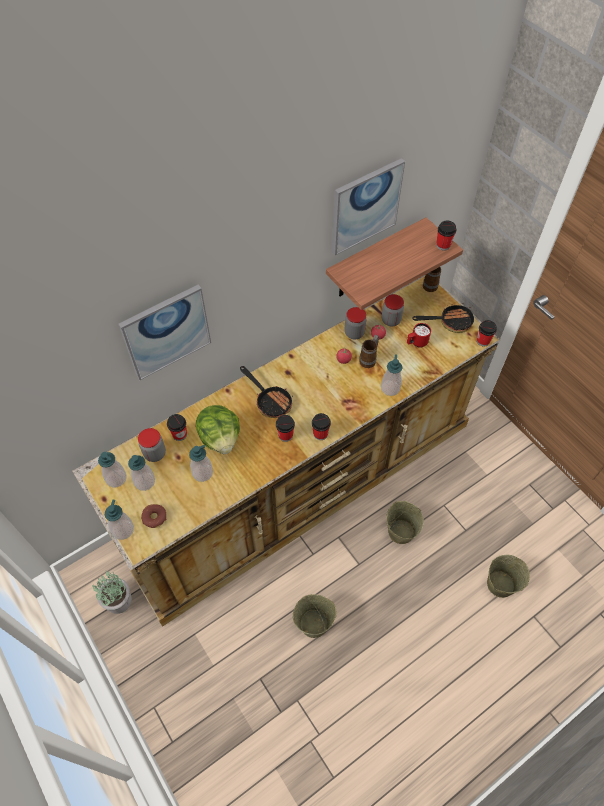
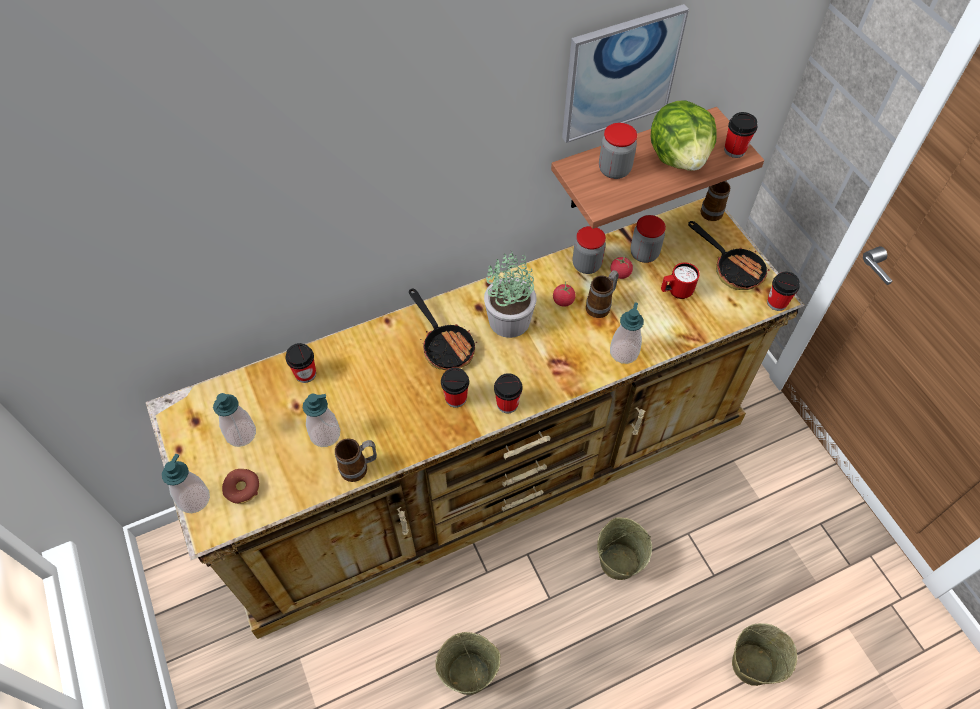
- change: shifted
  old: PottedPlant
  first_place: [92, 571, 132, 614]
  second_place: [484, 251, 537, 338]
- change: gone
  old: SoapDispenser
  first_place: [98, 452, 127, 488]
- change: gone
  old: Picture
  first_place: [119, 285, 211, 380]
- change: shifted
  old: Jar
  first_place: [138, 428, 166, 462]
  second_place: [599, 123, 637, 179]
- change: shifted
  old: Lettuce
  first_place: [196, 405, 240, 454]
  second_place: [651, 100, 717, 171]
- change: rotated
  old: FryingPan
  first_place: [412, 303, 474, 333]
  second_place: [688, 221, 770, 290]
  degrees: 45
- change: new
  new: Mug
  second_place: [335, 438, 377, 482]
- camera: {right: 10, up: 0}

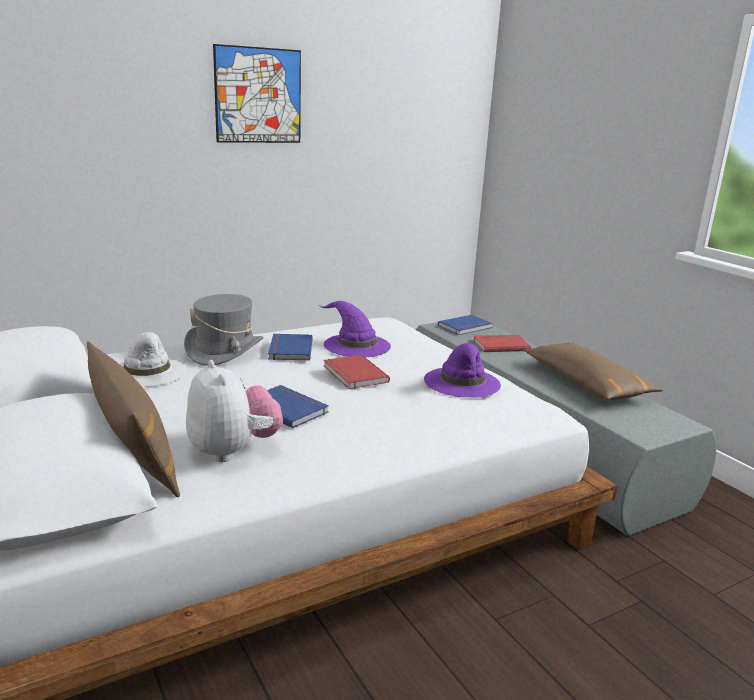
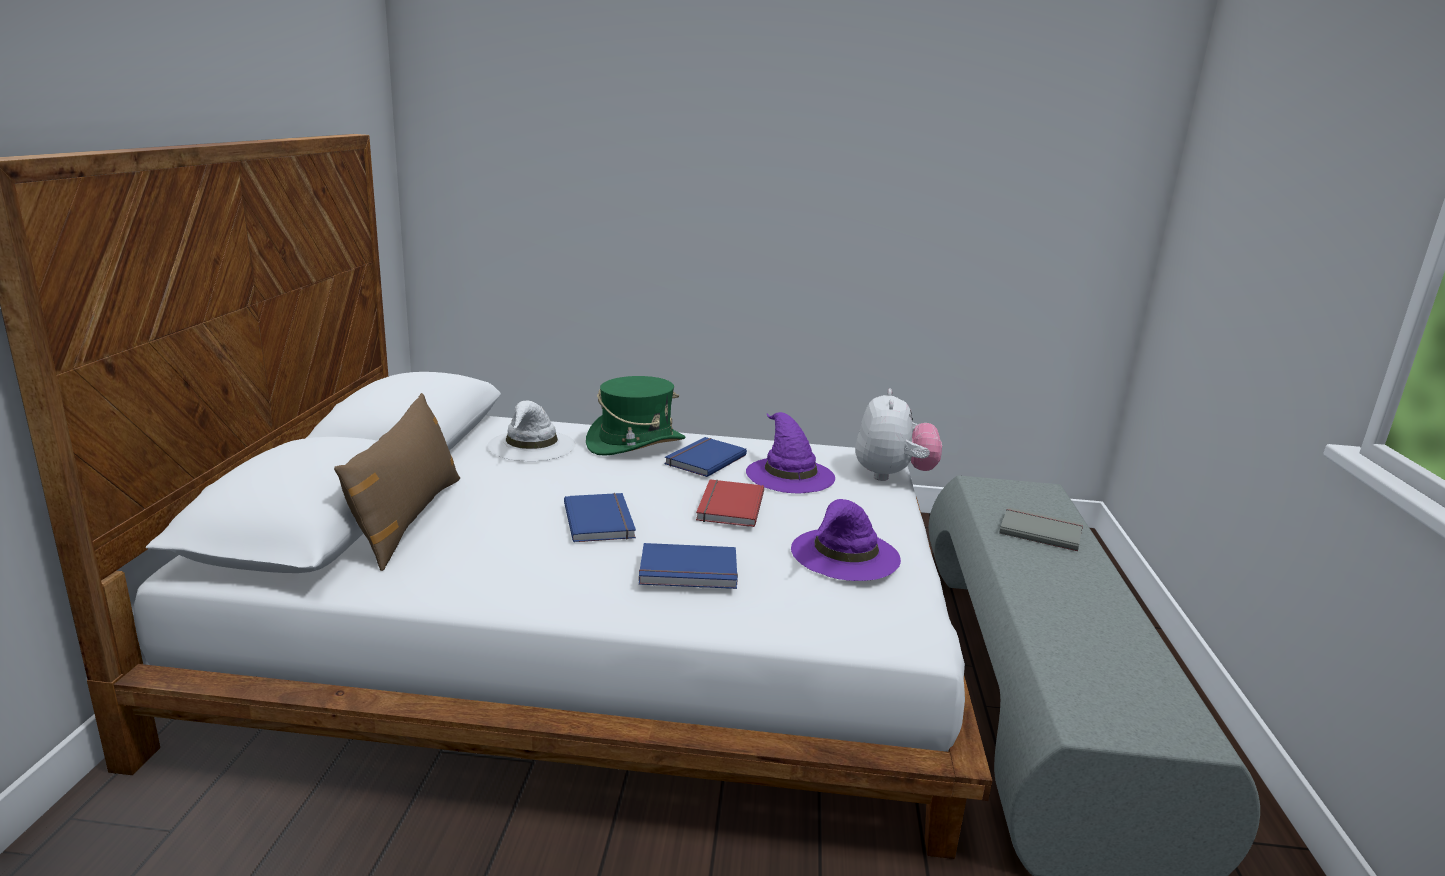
- change: repainted
  old: GreyHat
  new: GreenHat
  first_place: [184, 294, 264, 366]
  second_place: [586, 376, 686, 456]
- change: shifted
  old: PlushToy
  first_place: [186, 360, 283, 462]
  second_place: [855, 389, 942, 481]
- change: gone
  old: Picture
  first_place: [213, 44, 301, 143]
- change: shifted
  old: BlueBook
  first_place: [438, 315, 493, 335]
  second_place: [639, 543, 738, 589]
- change: repainted
  old: RedBook
  new: GreyBook
  first_place: [473, 335, 531, 352]
  second_place: [999, 507, 1083, 551]
- change: gone
  old: BrownPillow
  first_place: [524, 343, 663, 400]
- camera: {right: 35, up: 0}

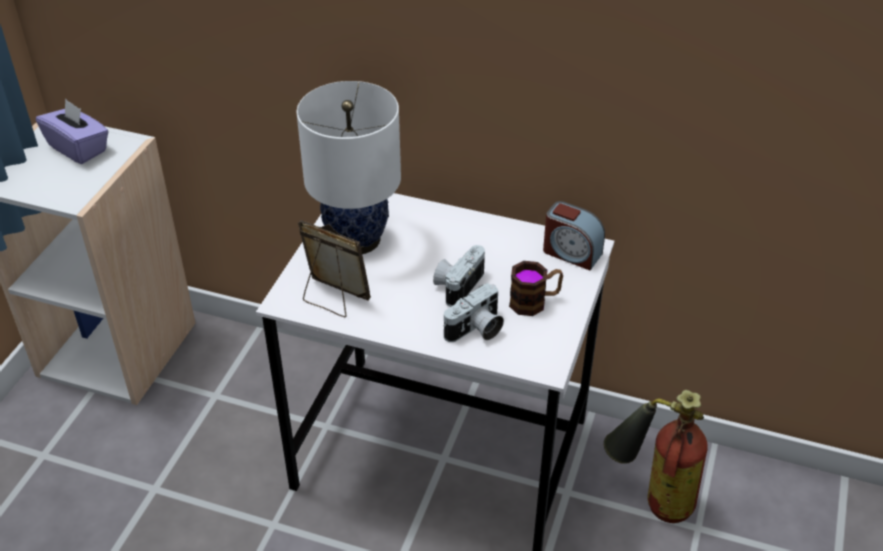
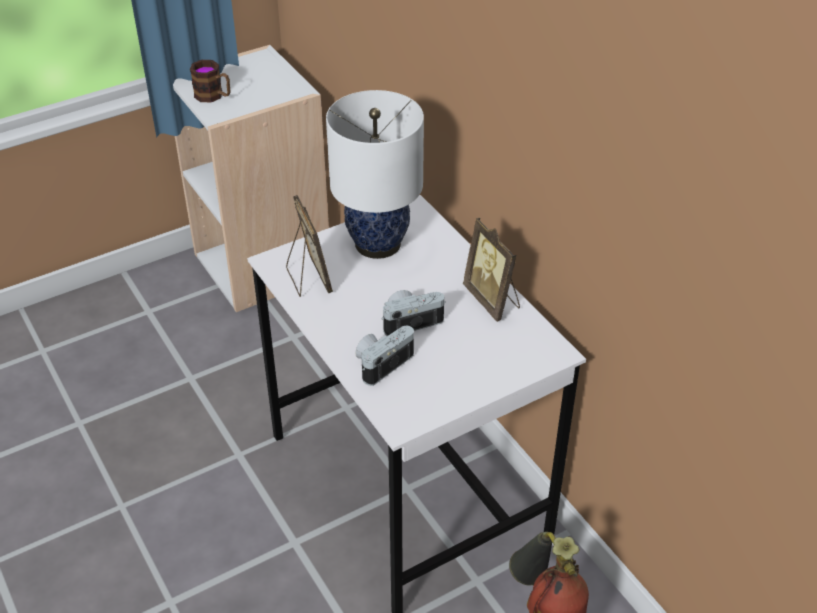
- change: gone
  old: PurpleTissueBox
  first_place: [36, 98, 109, 164]
- change: rotated
  old: PhotoCamera
  first_place: [444, 283, 504, 342]
  second_place: [355, 326, 414, 386]
  degrees: 135
- change: shifted
  old: Mug
  first_place: [509, 261, 563, 316]
  second_place: [190, 60, 230, 102]
- change: gone
  old: AlarmClock
  first_place: [543, 201, 605, 270]
- change: new
  new: PictureFrame
  second_place: [463, 218, 520, 322]
- camera: {right: 40, up: 0}

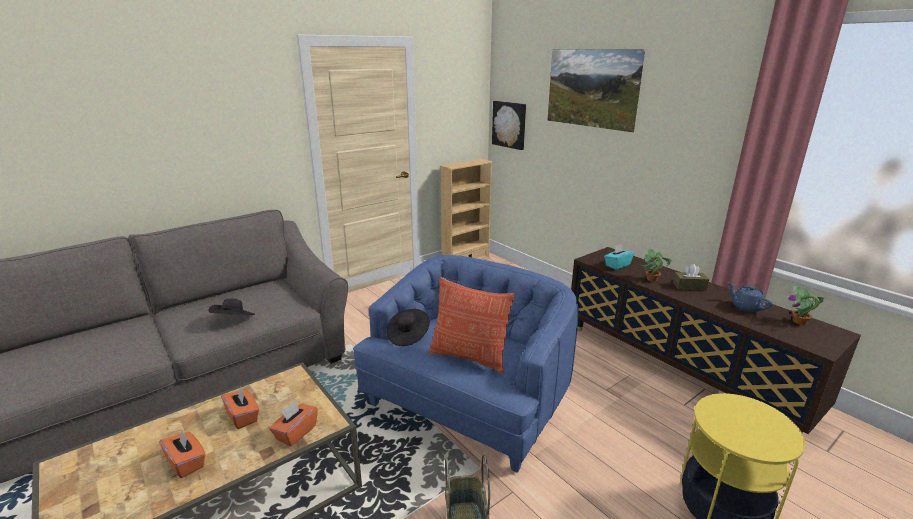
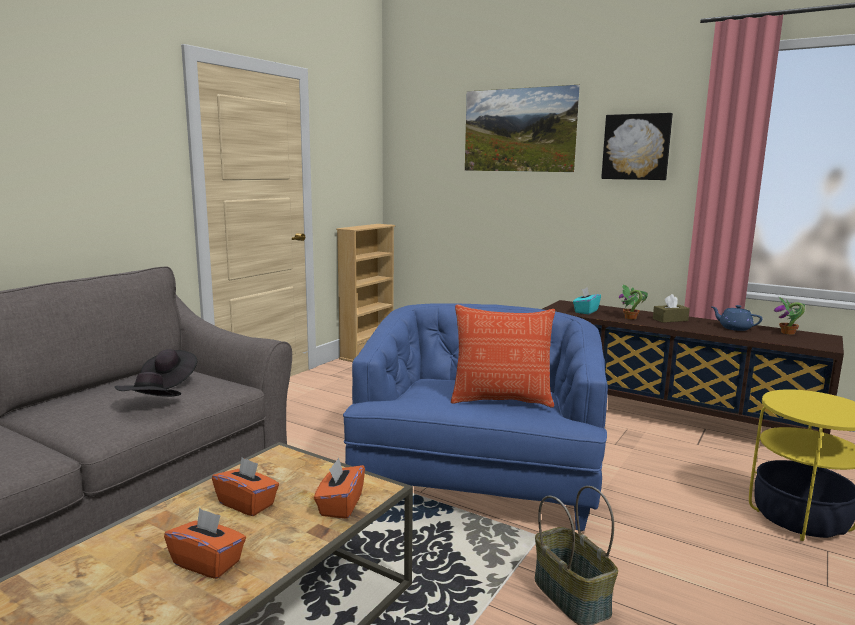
- change: shifted
  old: BlackHat
  first_place: [387, 309, 430, 346]
  second_place: [140, 349, 197, 389]
- change: shifted
  old: Picture
  first_place: [492, 101, 526, 150]
  second_place: [601, 113, 673, 180]
- camera: {right: -20, up: -10}

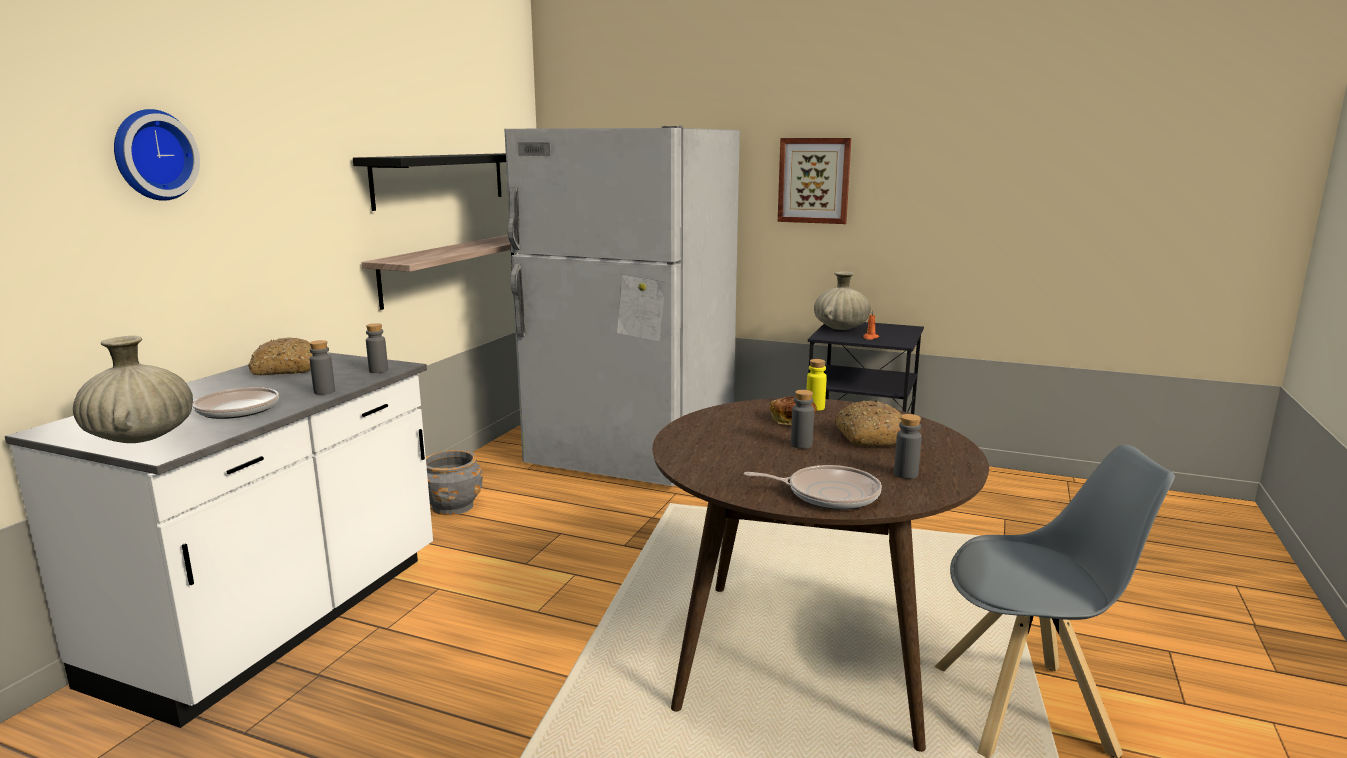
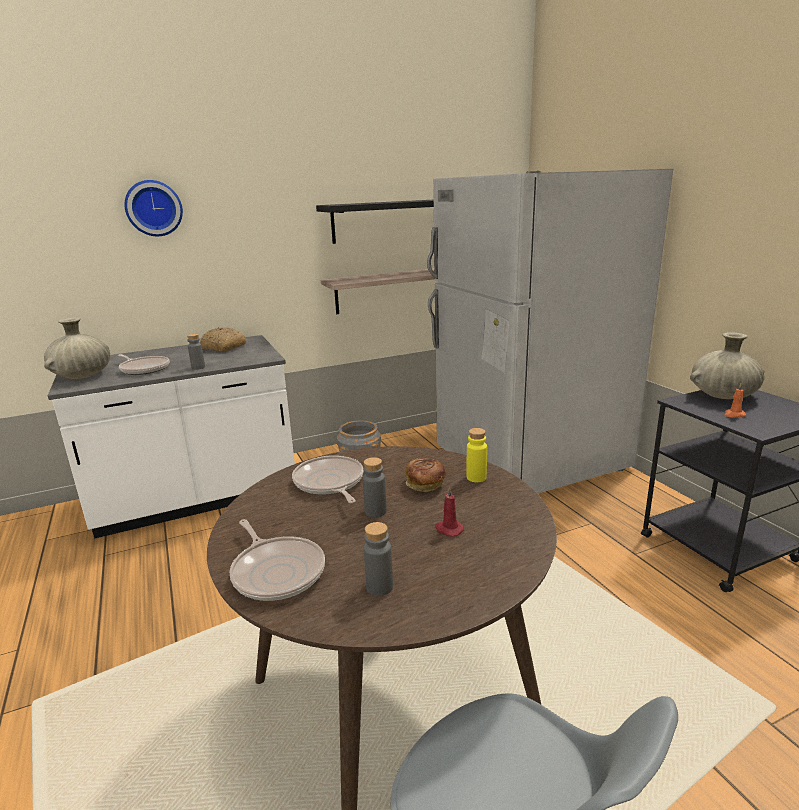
- change: gone
  old: GreyBottle
  first_place: [366, 323, 388, 373]
- change: gone
  old: Picture
  first_place: [778, 138, 851, 224]
- change: swapped
  old: Bread
  new: RedCandle
  first_place: [835, 401, 902, 447]
  second_place: [435, 486, 464, 537]
- change: new
  new: FryingPan
  second_place: [292, 455, 363, 503]
- camera: {right: 45, up: 5}

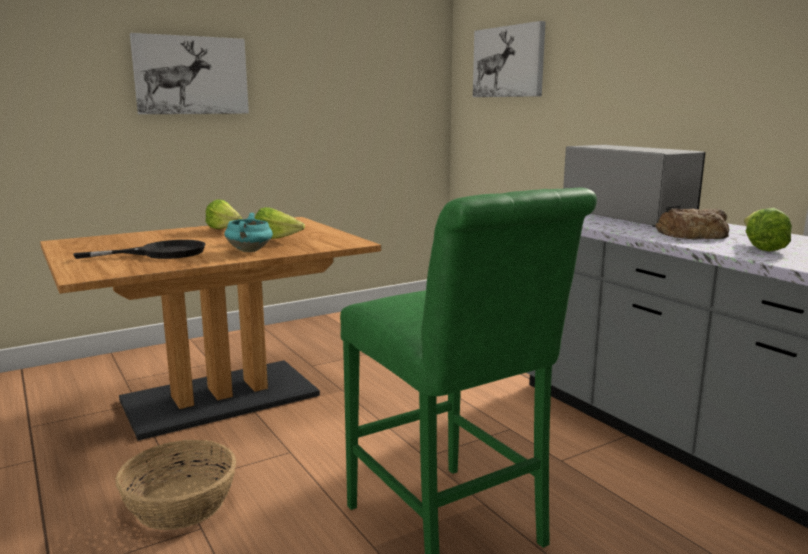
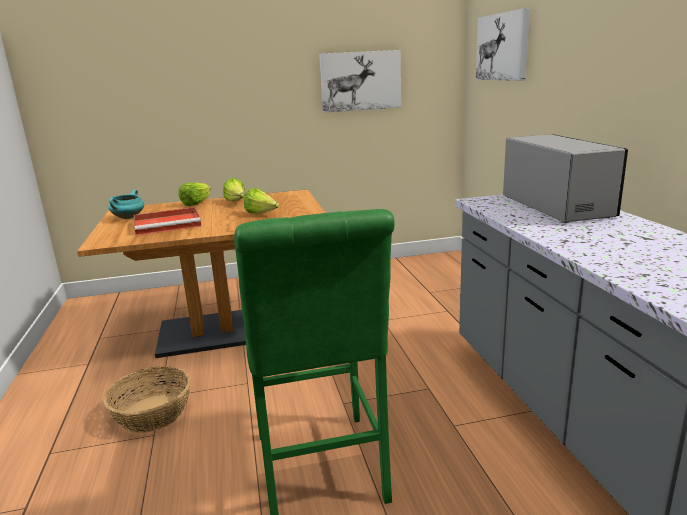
- change: swapped
  old: BlackFryingPan
  new: RedTray
  first_place: [73, 240, 206, 259]
  second_place: [134, 207, 201, 236]
- change: shifted
  old: Picture
  first_place: [130, 33, 249, 114]
  second_place: [319, 50, 401, 113]
- change: shifted
  old: TurquoiseCookingPot
  first_place: [224, 213, 273, 252]
  second_place: [108, 190, 144, 219]
- change: gone
  old: Bread
  first_place: [655, 209, 729, 239]
- change: shifted
  old: Lettuce
  first_place: [744, 208, 792, 251]
  second_place: [179, 183, 211, 206]
- camera: {right: 20, up: 5}

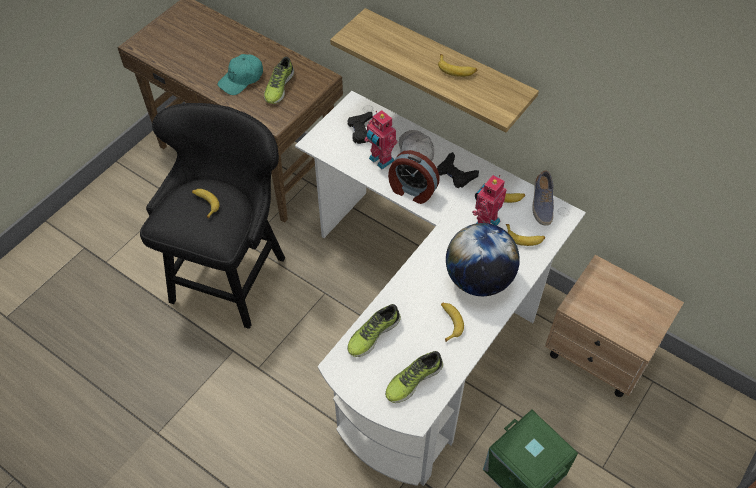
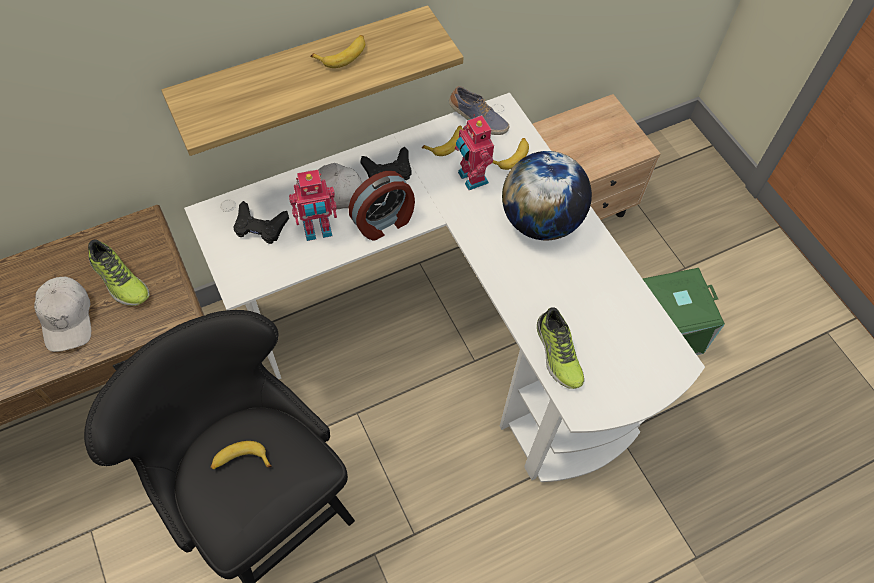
- change: repainted
  old: TurquoiseCap
  new: WhiteCap
  first_place: [217, 54, 263, 95]
  second_place: [34, 277, 91, 352]
- change: gone
  old: Shoe
  first_place: [385, 351, 443, 403]
- change: gone
  old: Banana
  first_place: [441, 303, 464, 342]
- camera: {right: -65, up: 5}

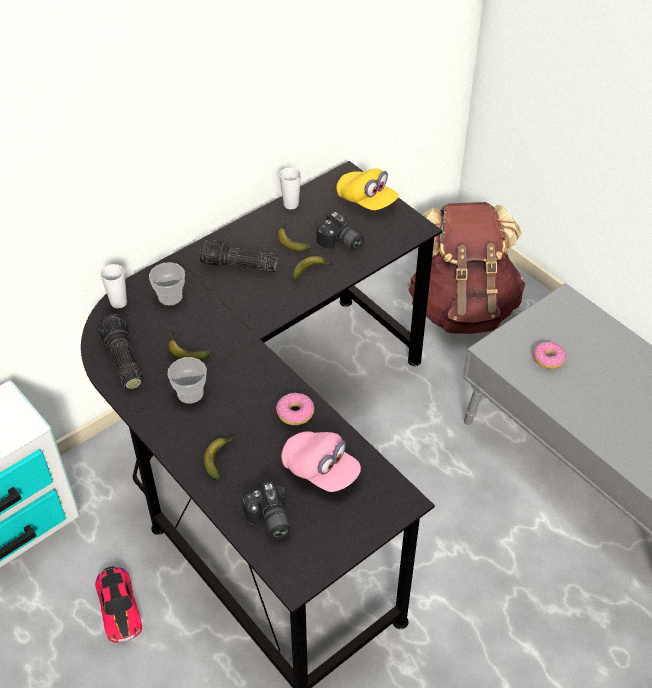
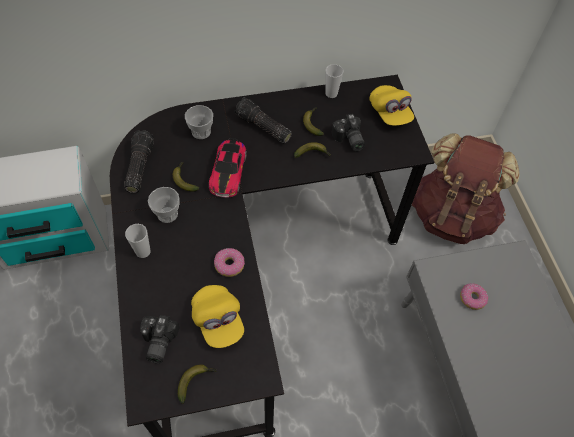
- change: shifted
  old: ToyCar
  first_place: [95, 566, 142, 643]
  second_place: [209, 138, 247, 198]
- change: shifted
  old: Cup
  first_place: [100, 264, 127, 309]
  second_place: [125, 224, 150, 258]
- change: shifted
  old: Banana
  first_place: [204, 437, 237, 480]
  second_place: [178, 364, 216, 404]
- change: repainted
  old: PinkCap
  new: YellowCap
  first_place: [281, 431, 361, 492]
  second_place: [191, 285, 244, 348]
- camera: {right: 25, up: 10}

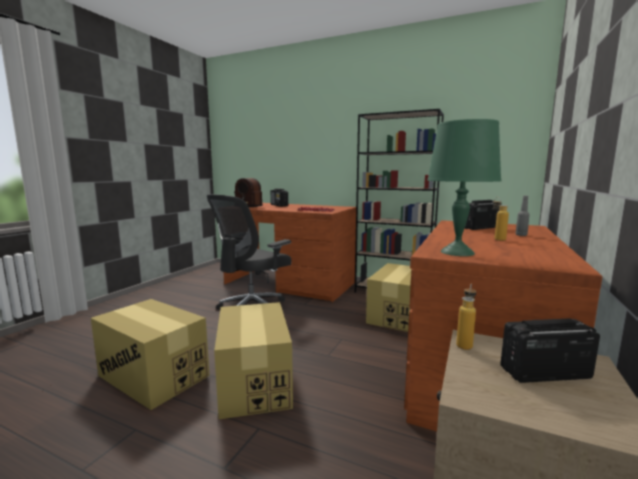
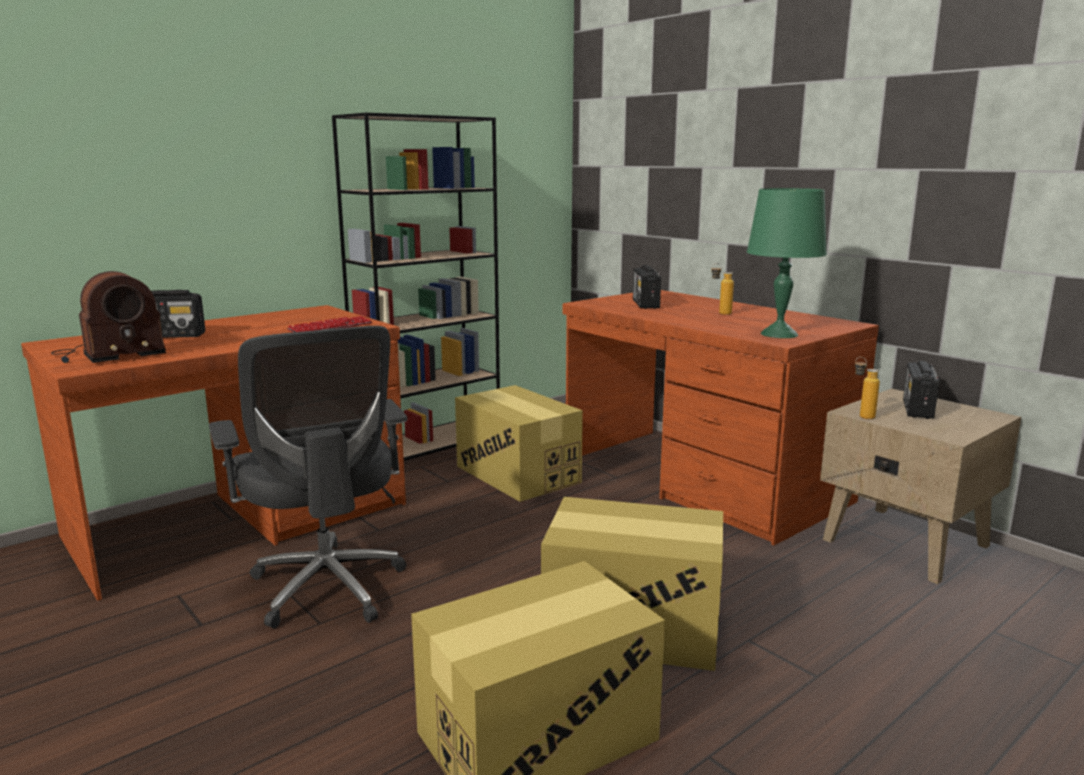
- change: gone
  old: GreyBottle
  first_place: [515, 196, 530, 236]
- camera: {right: -65, up: 5}

